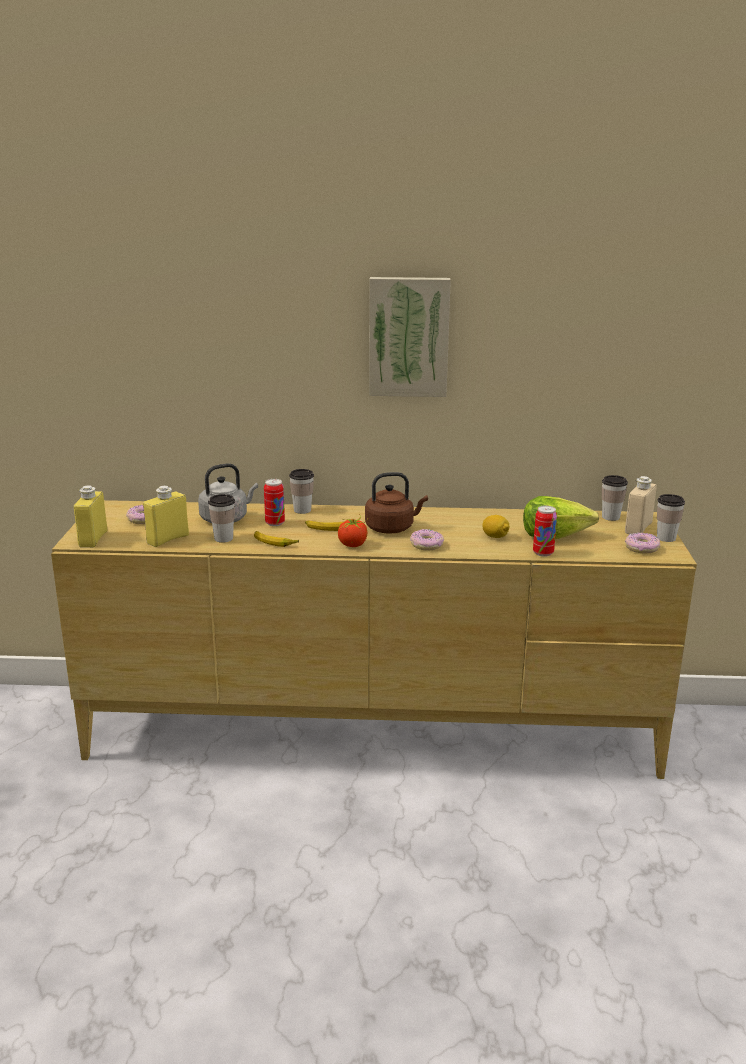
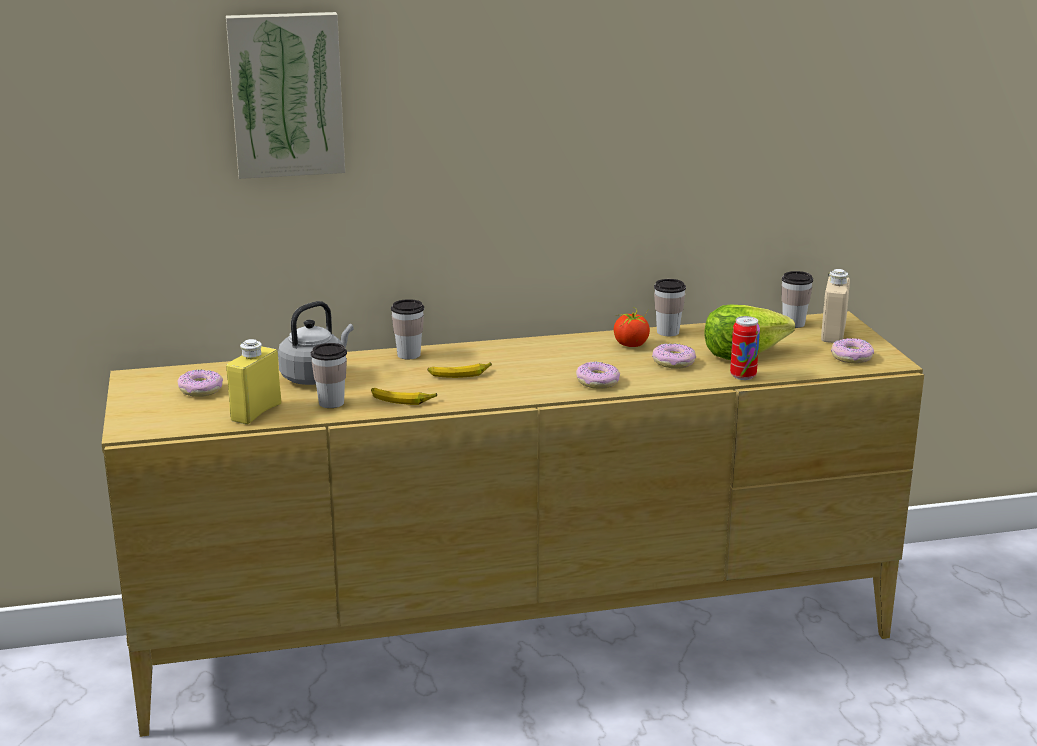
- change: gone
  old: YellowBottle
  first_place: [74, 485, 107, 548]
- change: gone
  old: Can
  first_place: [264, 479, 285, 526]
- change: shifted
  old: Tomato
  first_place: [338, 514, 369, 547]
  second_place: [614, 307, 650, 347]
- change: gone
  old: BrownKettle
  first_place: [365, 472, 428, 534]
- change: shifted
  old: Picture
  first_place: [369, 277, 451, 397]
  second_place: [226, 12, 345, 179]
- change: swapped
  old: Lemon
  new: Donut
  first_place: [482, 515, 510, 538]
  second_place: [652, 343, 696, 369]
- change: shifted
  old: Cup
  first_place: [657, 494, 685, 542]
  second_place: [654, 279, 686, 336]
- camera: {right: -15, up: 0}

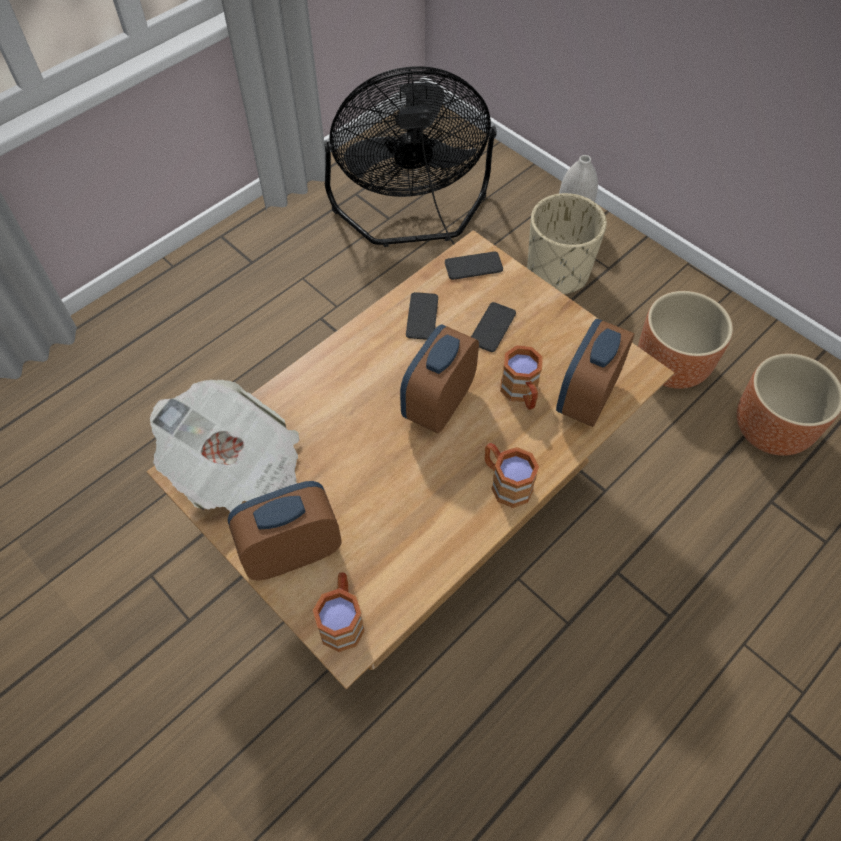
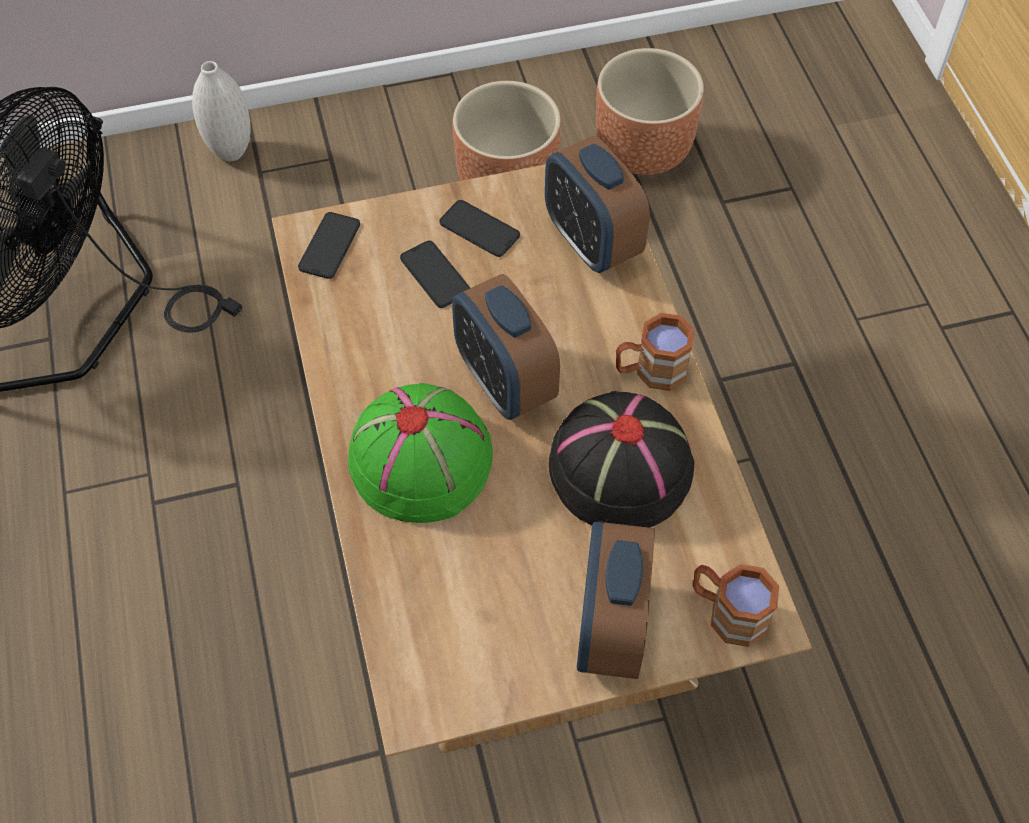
- change: gone
  old: Newspaper
  first_place: [150, 380, 300, 512]
- change: shifted
  old: Phone
  first_place: [406, 292, 438, 340]
  second_place: [439, 200, 520, 257]
- change: gone
  old: BrownMug
  first_place: [500, 346, 543, 409]
- change: gone
  old: BeigePlanter
  first_place: [527, 193, 607, 294]
- change: new
  new: GreenHat
  second_place: [348, 383, 493, 523]
- change: new
  new: BlackHat
  second_place: [549, 391, 694, 528]
- camera: {right: -60, up: 0}

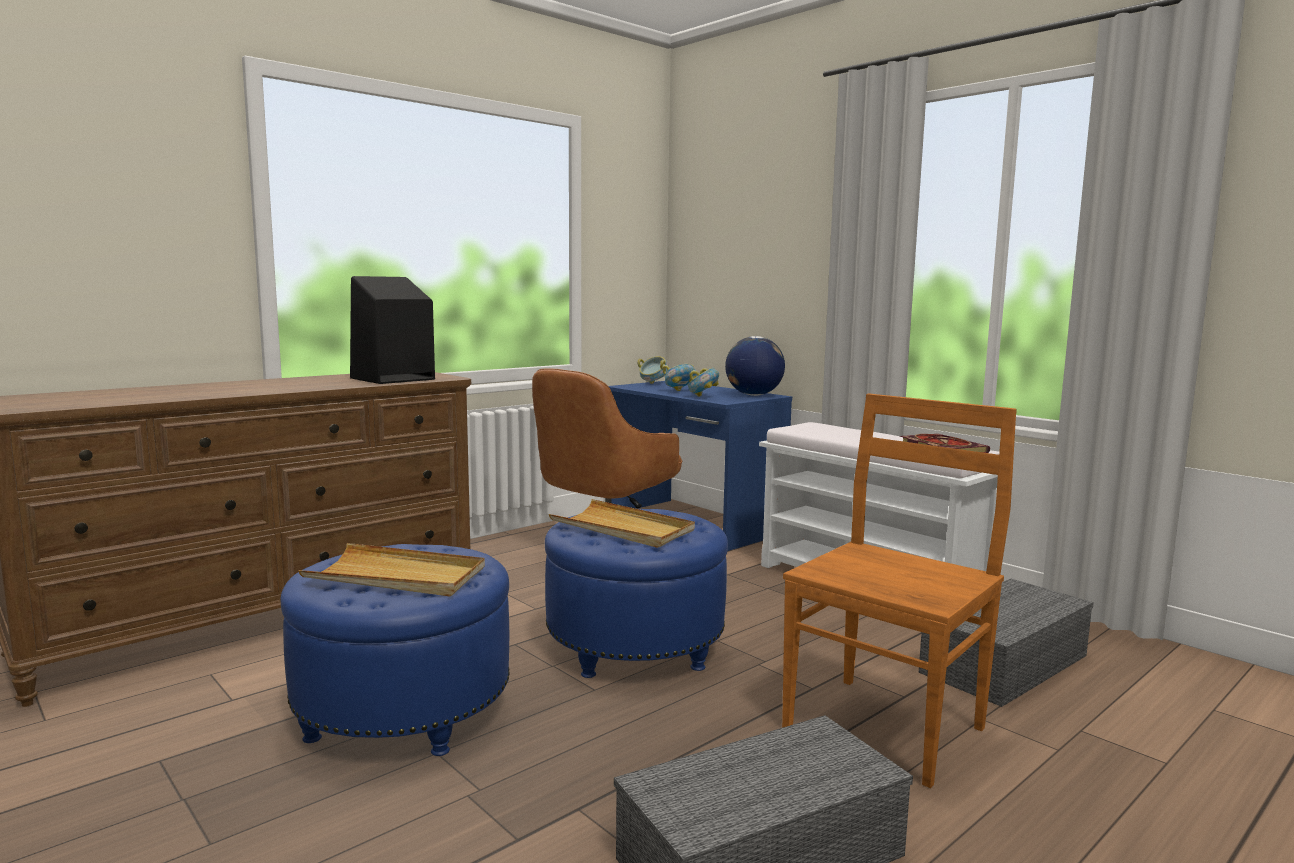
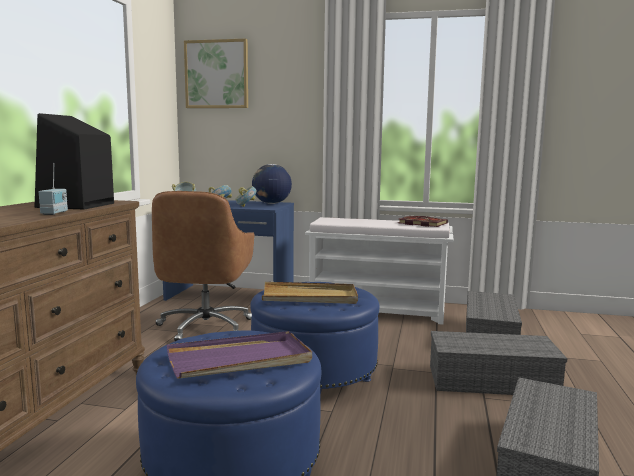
- change: repainted
  old: BeigeTray
  new: PurpleTray
  first_place: [298, 543, 485, 597]
  second_place: [167, 331, 312, 379]
- change: swapped
  old: BrownChair
  new: GreyStorageBox
  first_place: [782, 394, 1017, 788]
  second_place: [430, 331, 567, 395]
- change: new
  new: Radio
  second_place: [39, 163, 68, 215]
- change: new
  new: Picture
  second_place: [184, 39, 248, 108]
- camera: {right: -35, up: 0}

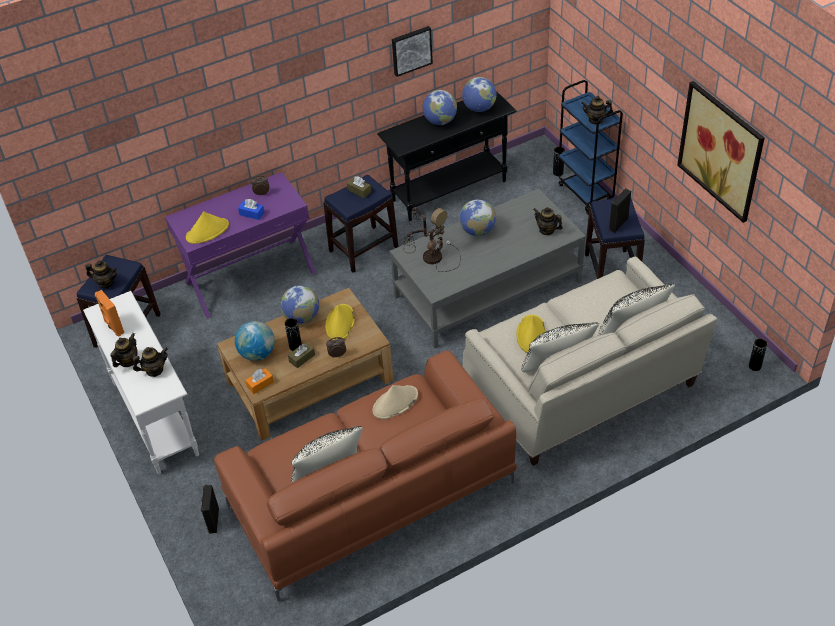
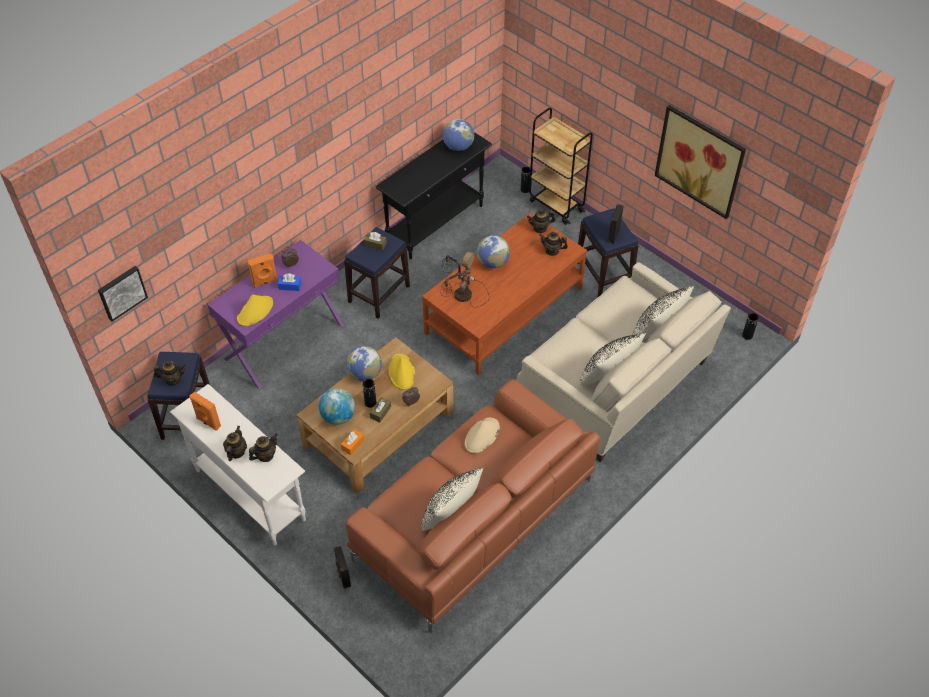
- change: repainted
  old: GreyCoffeeTable
  new: BrownCoffeeTable
  first_place: [390, 189, 586, 349]
  second_place: [422, 213, 587, 375]
- change: shifted
  old: Picture
  first_place: [392, 26, 433, 77]
  second_place: [98, 266, 148, 322]
- change: gone
  old: Globe
  first_place: [422, 90, 457, 125]
- change: gone
  old: YellowHat
  first_place: [516, 314, 546, 353]
- change: repainted
  old: BlueCart
  new: BrownCart
  first_place: [558, 80, 623, 215]
  second_place: [529, 108, 593, 225]
- change: shifted
  old: Teapot
  first_place: [581, 96, 613, 125]
  second_place: [527, 209, 555, 233]
- change: new
  new: OrangeSpeaker
  second_place: [248, 253, 278, 288]
- camera: {right: -20, up: 5}

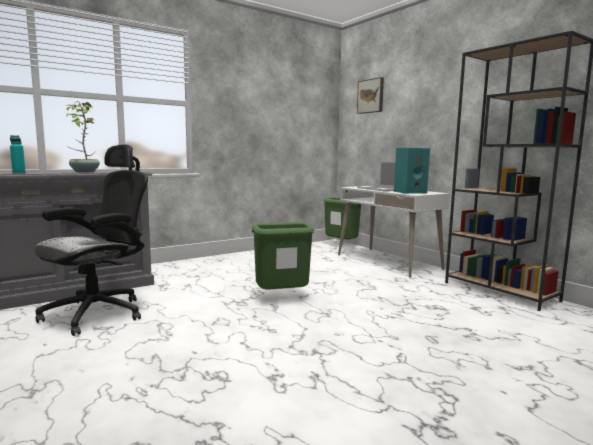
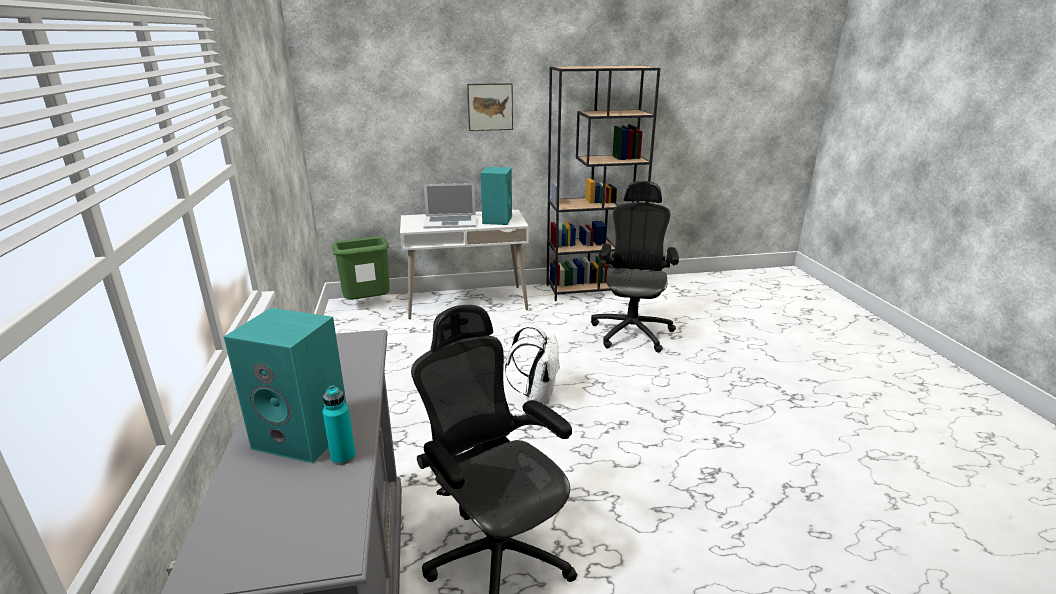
- change: gone
  old: PottedPlant
  first_place: [66, 102, 100, 173]
- change: swapped
  old: GreenTrashCan
  new: WhiteBackpack
  first_place: [252, 222, 314, 290]
  second_place: [505, 325, 560, 404]
- change: shifted
  old: Picture
  first_place: [357, 77, 384, 114]
  second_place: [467, 83, 513, 131]
- change: new
  new: TurquoiseSpeaker
  second_place: [224, 308, 346, 463]
- change: new
  new: OfficeChair
  second_place: [591, 181, 679, 353]
- camera: {right: -65, up: 15}

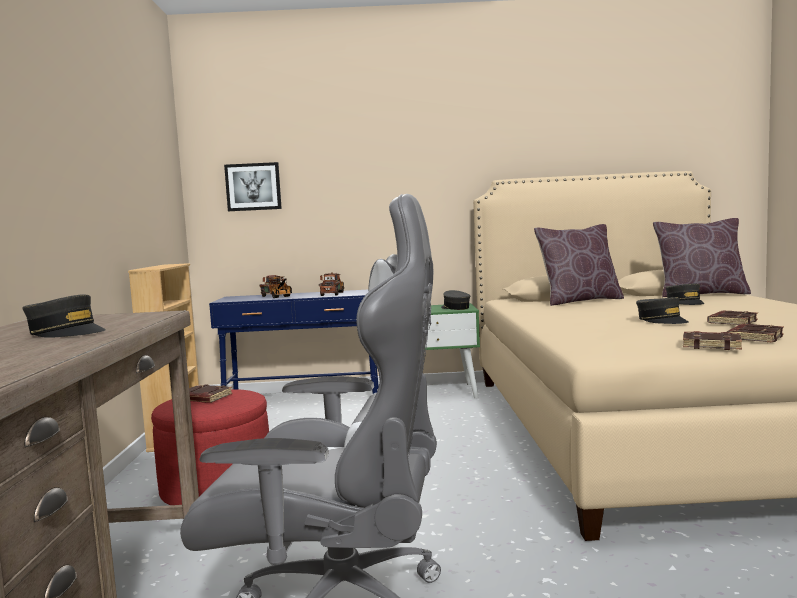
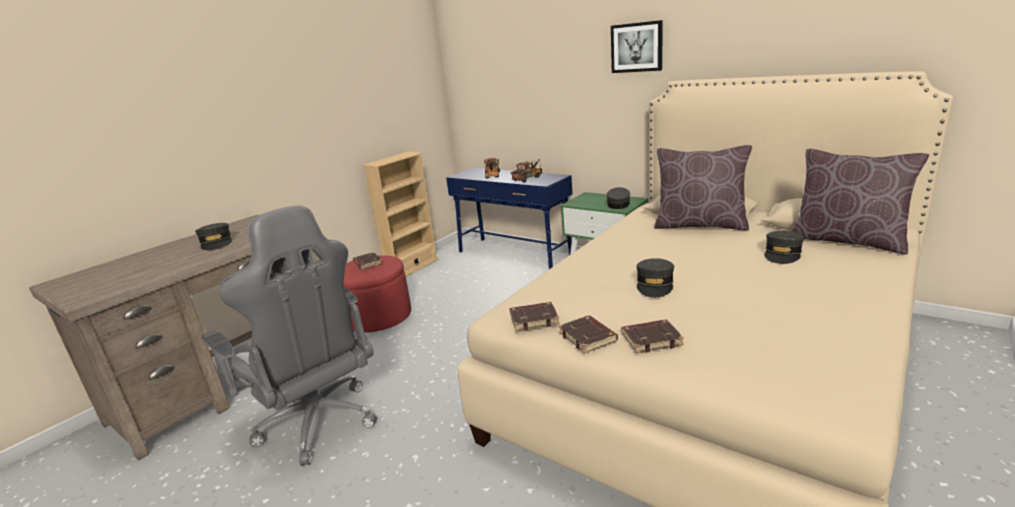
- change: shifted
  old: Picture
  first_place: [224, 162, 282, 211]
  second_place: [611, 20, 663, 73]
- change: shifted
  old: BrownBook
  first_place: [707, 311, 758, 325]
  second_place: [509, 302, 560, 331]
- camera: {right: 40, up: 15}

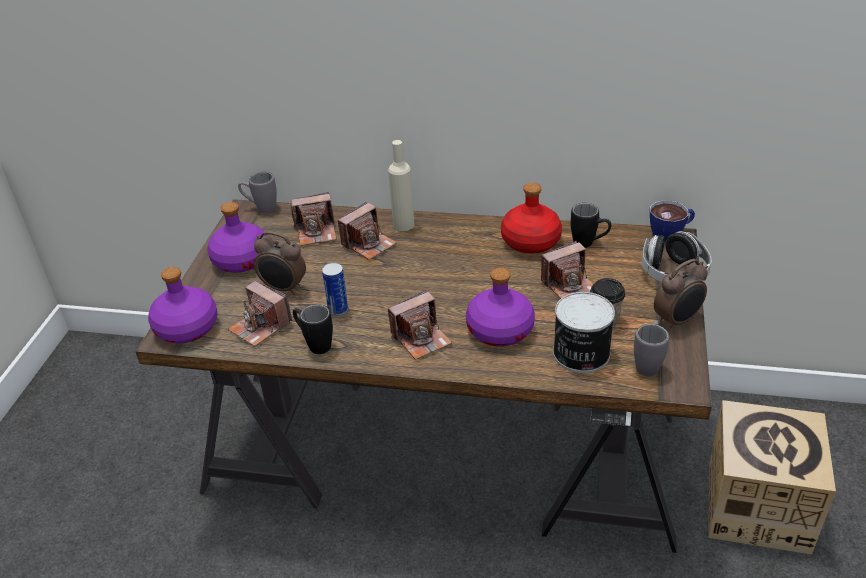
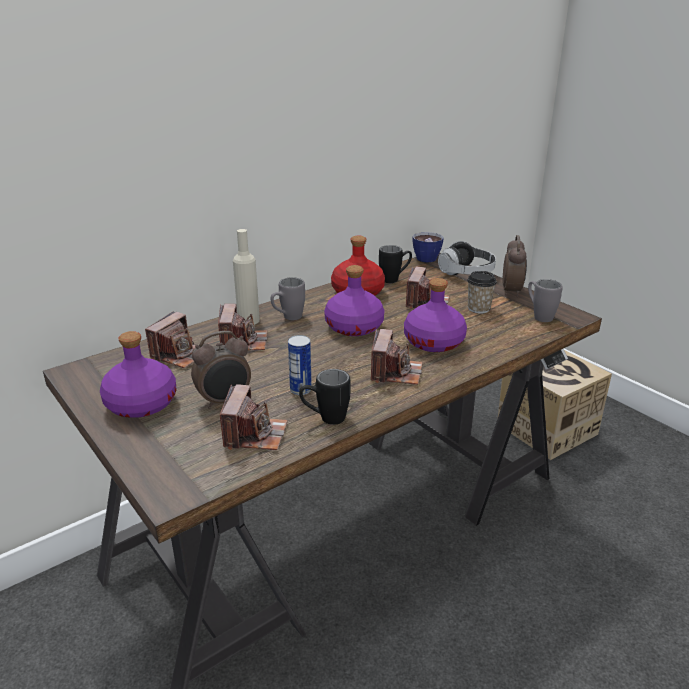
- change: shifted
  old: PurpleBottle
  first_place: [148, 267, 218, 343]
  second_place: [324, 265, 384, 336]
- change: rotated
  old: PhotoCamera
  first_place: [228, 281, 293, 347]
  second_place: [220, 384, 288, 450]
  degrees: -75
- change: shifted
  old: GreyMug
  first_place: [238, 172, 277, 213]
  second_place: [270, 277, 305, 320]
- change: gone
  old: Can
  first_place: [553, 292, 615, 373]
- camera: {right: -50, up: -10}

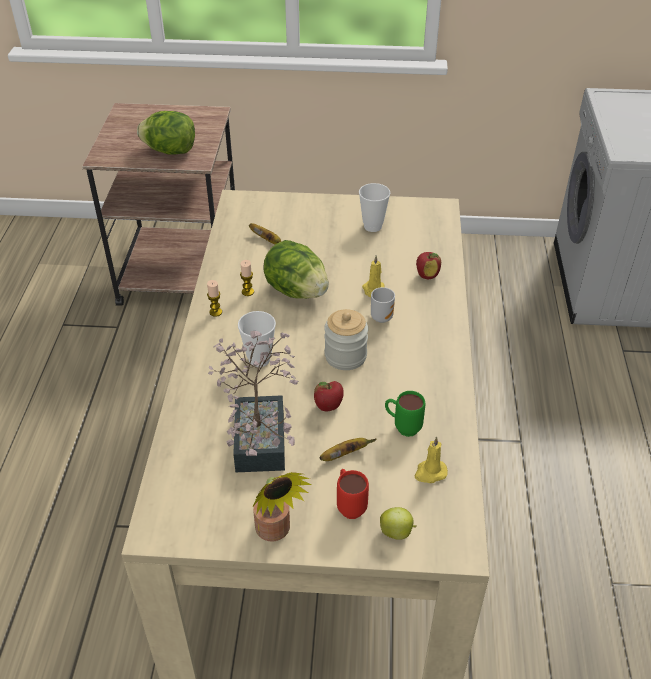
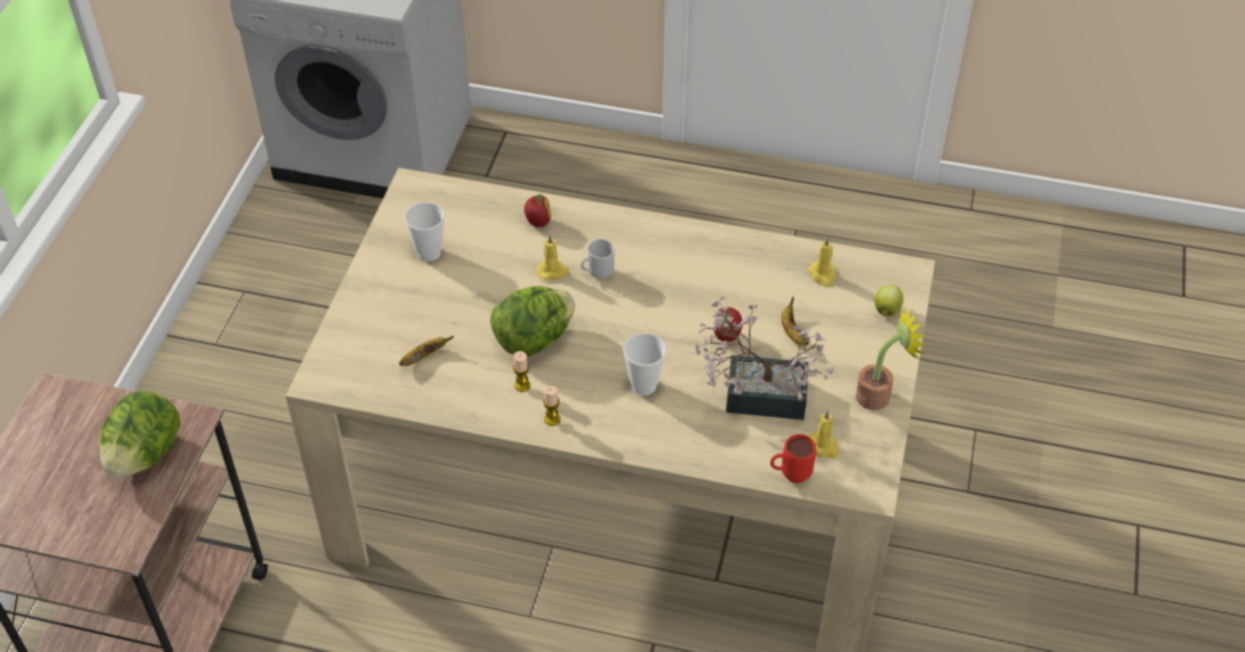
- change: gone
  old: Jar
  first_place: [324, 309, 368, 370]
- change: shifted
  old: RedMug
  first_place: [337, 469, 369, 519]
  second_place: [770, 434, 816, 483]
- change: gone
  old: GreenMug
  first_place: [385, 391, 425, 437]
- change: new
  new: YellowCandle
  second_place: [808, 410, 839, 458]
- camera: {right: -80, up: 5}

